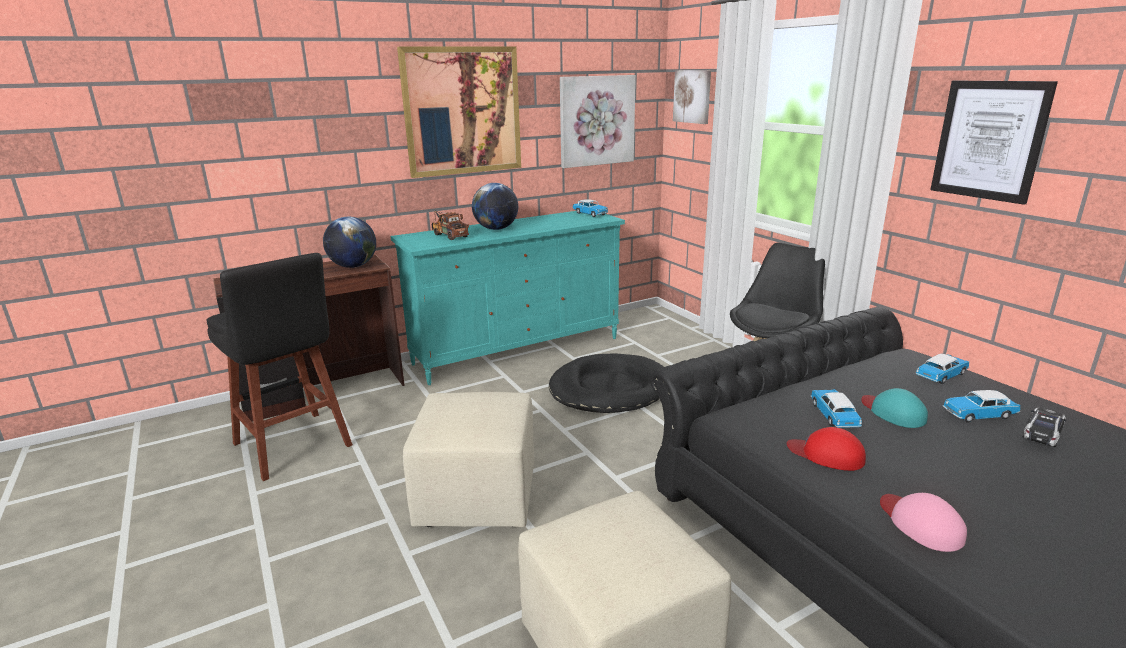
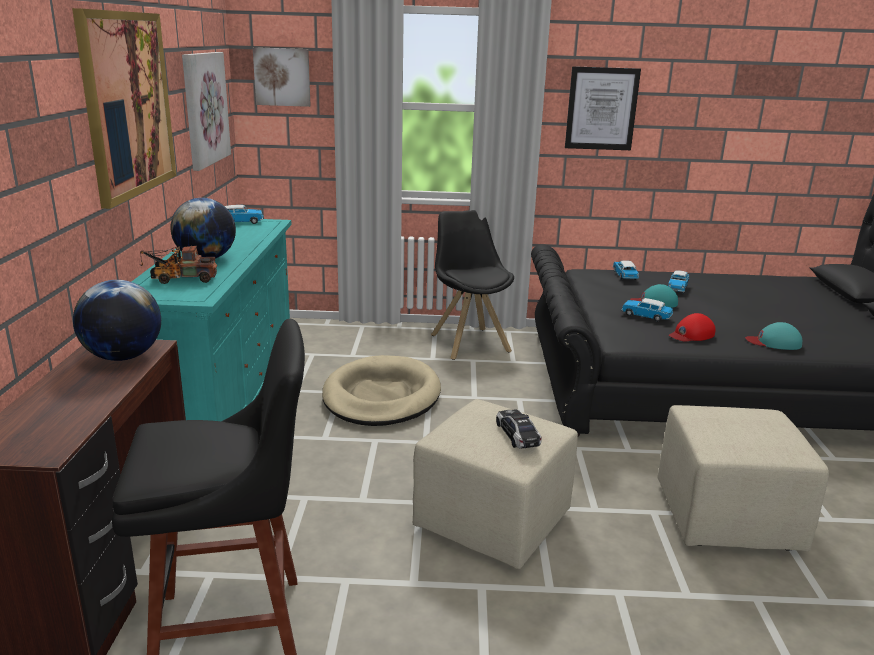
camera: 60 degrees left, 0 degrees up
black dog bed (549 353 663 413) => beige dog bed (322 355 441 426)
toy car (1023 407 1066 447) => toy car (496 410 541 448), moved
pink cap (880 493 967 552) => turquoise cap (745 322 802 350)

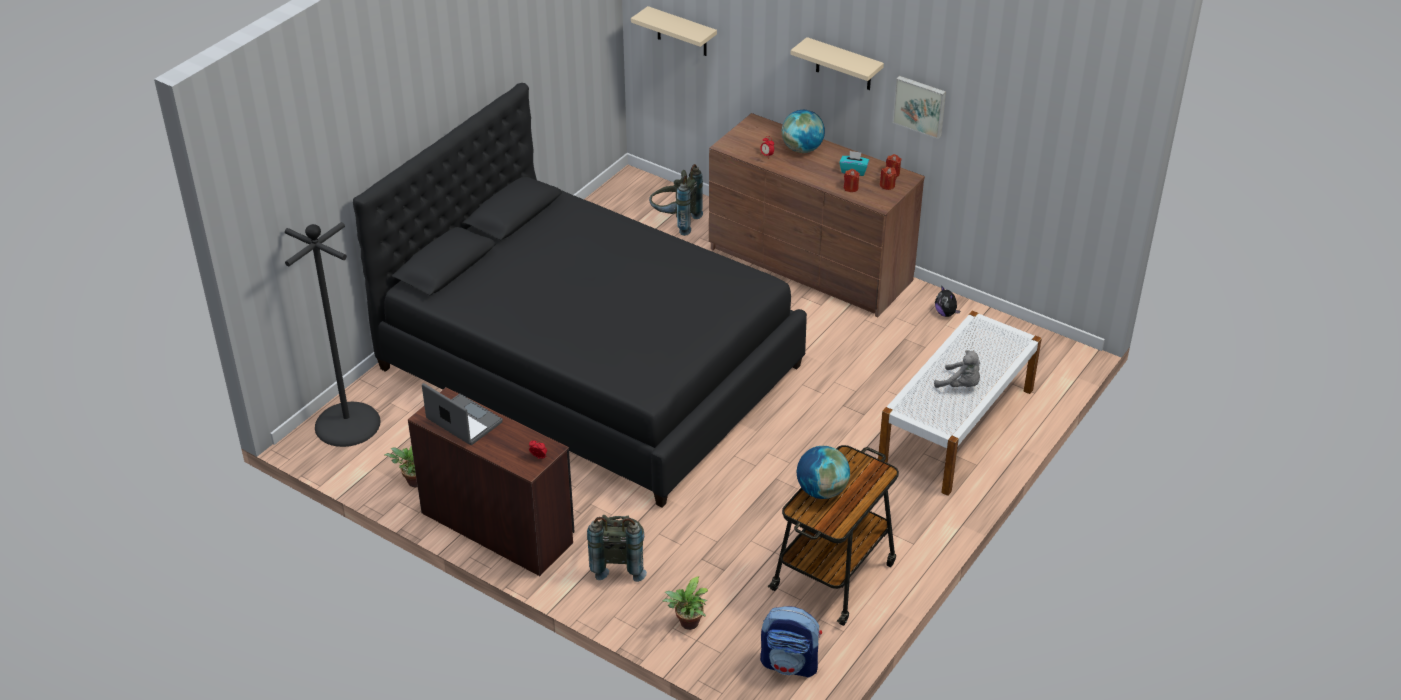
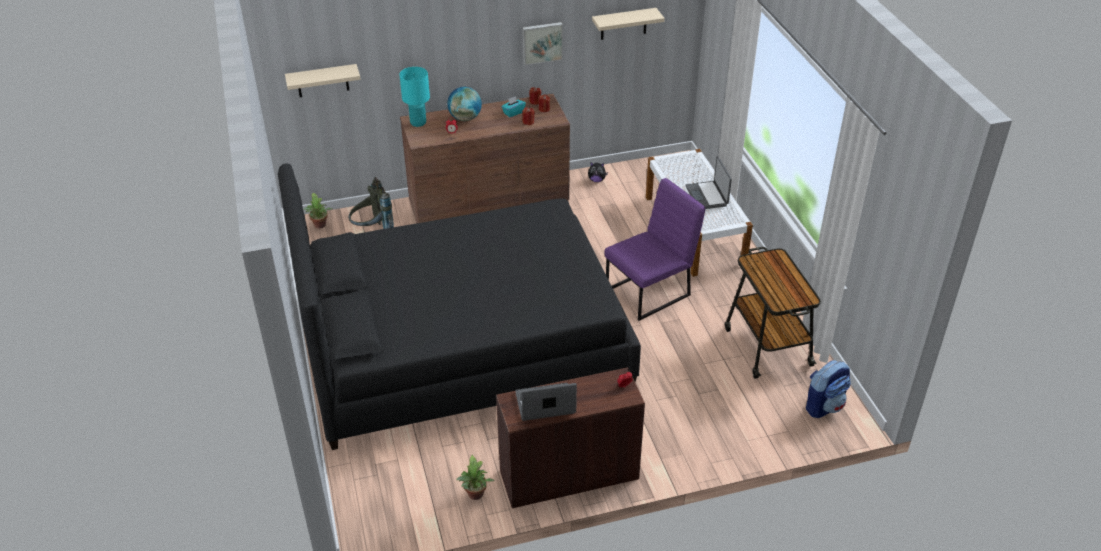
camera: 50 degrees left, 0 degrees up
potted plant (662 576 708 630) => potted plant (303 193 333 229), moved
nothing => turquoise table lamp (399 67 430 127)
beige shelf (791 37 884 90) => beige shelf (592 8 665 40), moved
nothing => purple chair (604 178 706 321)
grey plush toy (934 350 980 388) => laptop (685 156 732 209)
black clothes rack (285 222 381 447) => nothing
grey backpack (587 515 647 582) => nothing
globe (797 446 850 499) => nothing

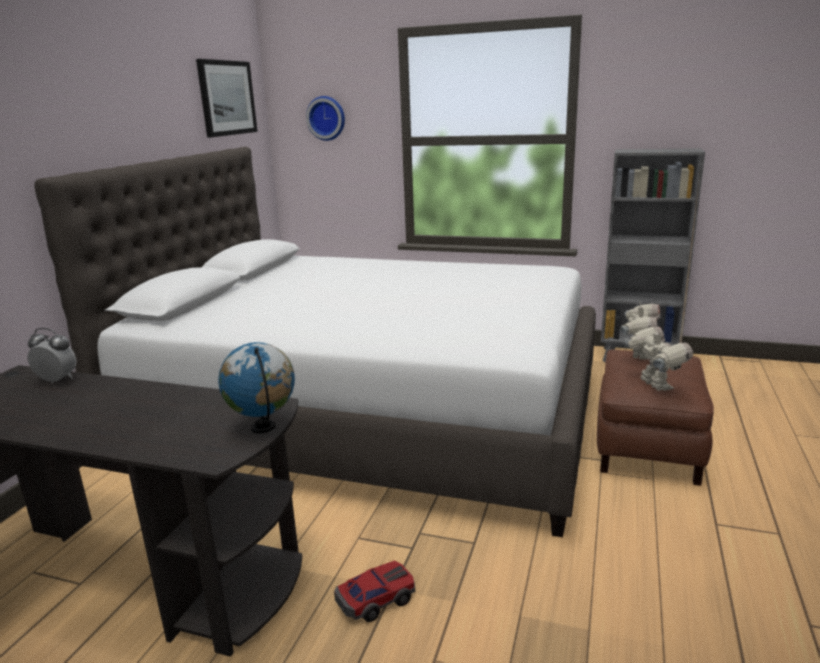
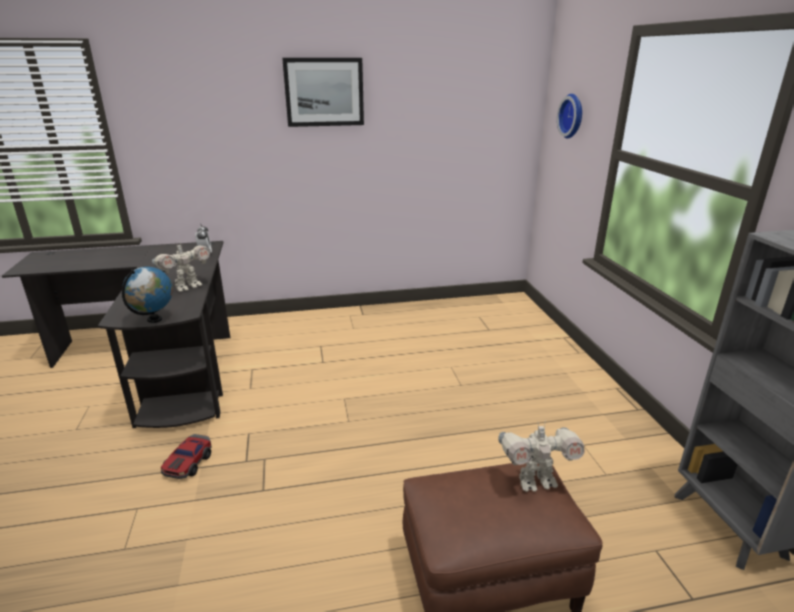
camera: 60 degrees right, 5 degrees up
toy robot (625 327 693 391) => toy robot (152 243 210 291), moved
toy car (334 561 415 622) => toy car (161 434 211 479), 75 degrees clockwise
picture (196 59 258 138) => picture (282 58 364 127), moved
white bed (34 147 596 537) => nothing

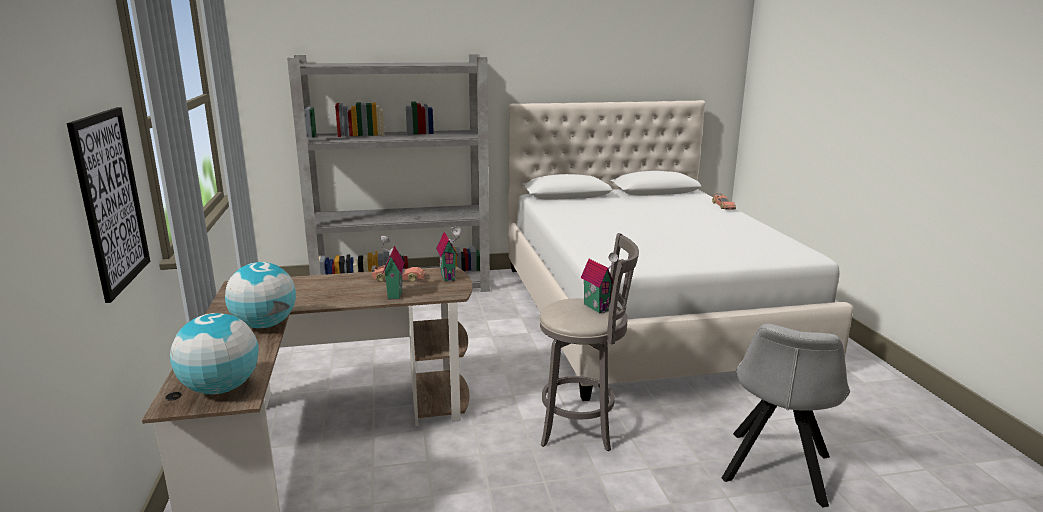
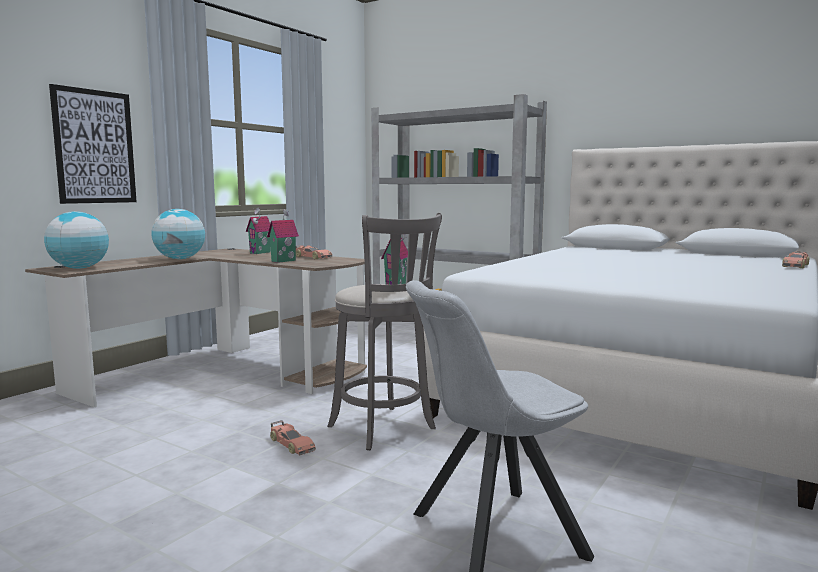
camera: 45 degrees right, 10 degrees down
toy house (436 226 461 282) => toy house (246 207 270 254), moved
nothing => toy car (270 420 316 455)

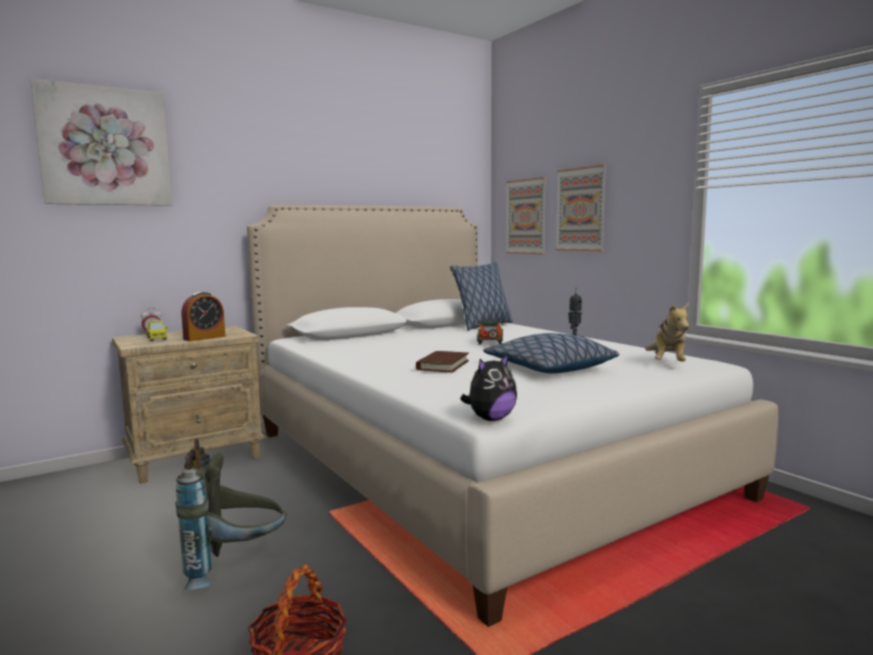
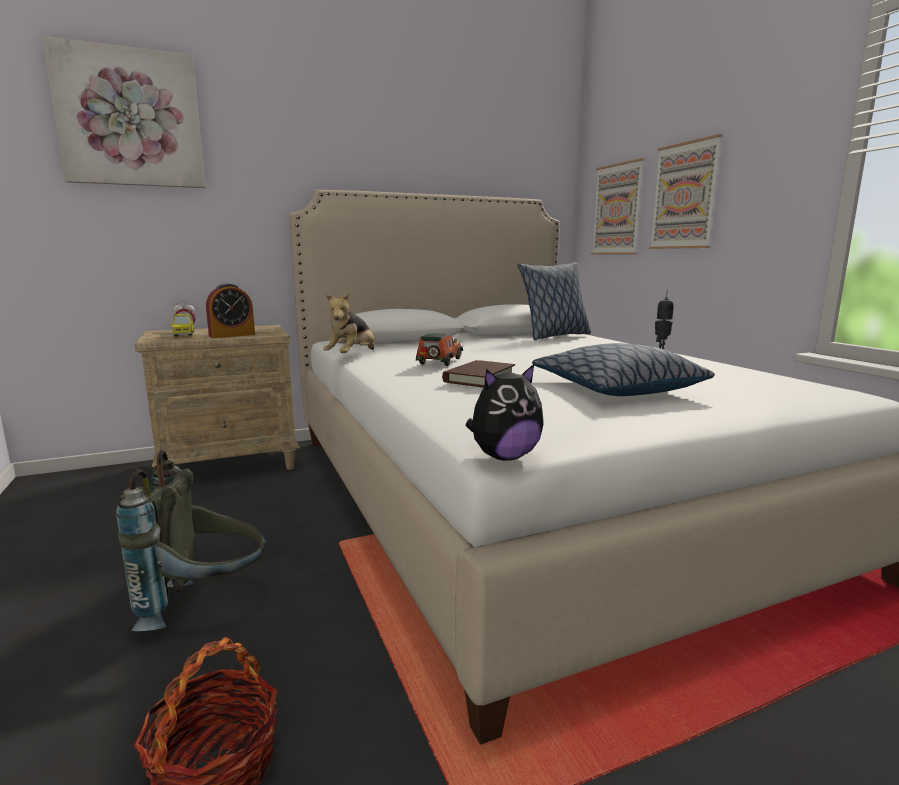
camera: 10 degrees right, 5 degrees up
plush toy (645 302 689 361) => plush toy (323 292 374 353), moved
toy car (477 320 503 344) => toy car (416 333 463 366), moved

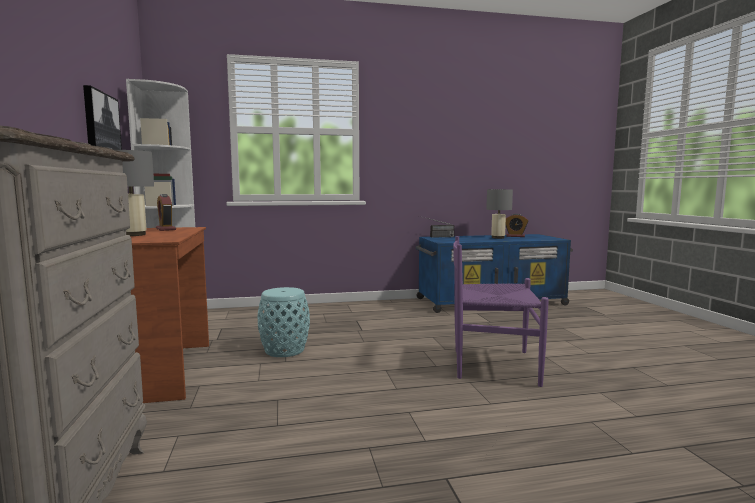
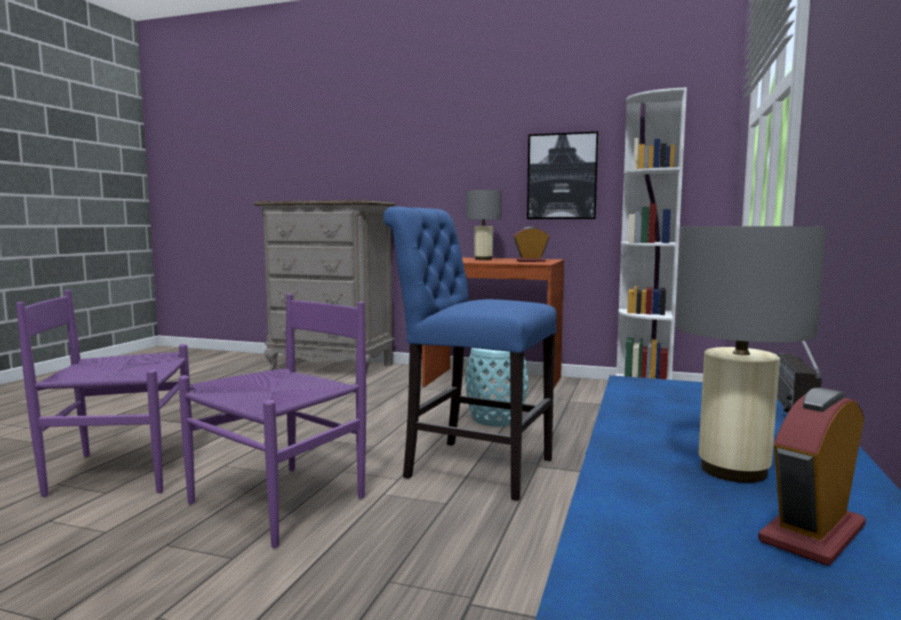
camera: 120 degrees right, 0 degrees up
nothing => purple chair (16 290 190 497)
nothing => blue stool (383 206 557 501)

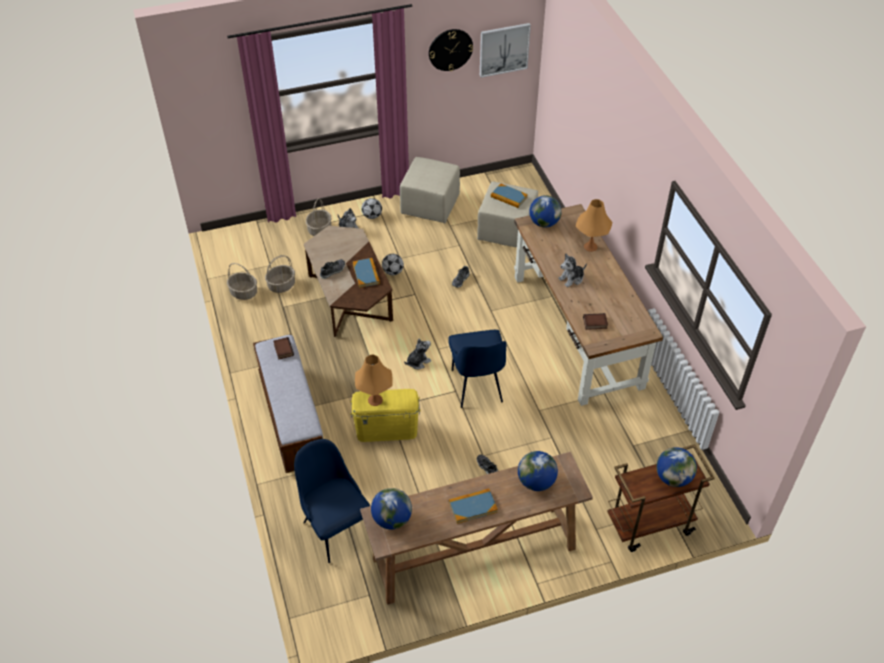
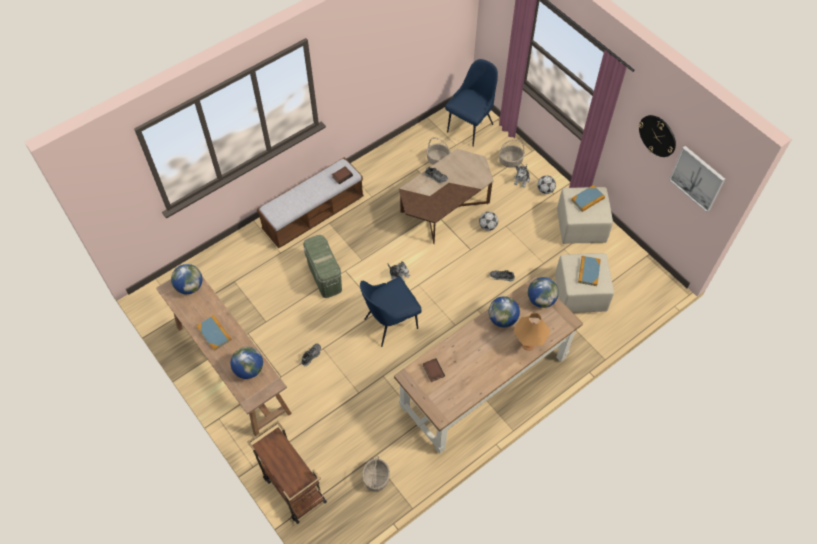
camera: 70 degrees right, 10 degrees up
yellow storage box (350 389 421 442) => green storage box (303 235 342 298)
basket (227 263 257 300) => basket (362 456 390 492), moved
blue chair (294 439 370 564) => blue chair (445 59 498 147), moved
globe (656 447 697 487) => globe (489 296 520 327), moved
book (353 258 380 288) => book (571 185 605 212), moved
orange table lamp (355 354 393 406) => nothing
plush toy (558 253 587 287) => nothing

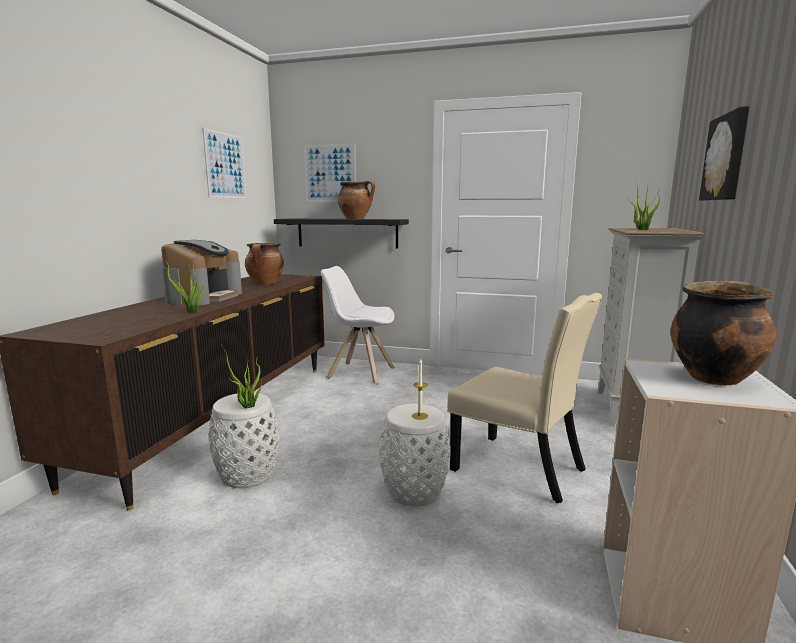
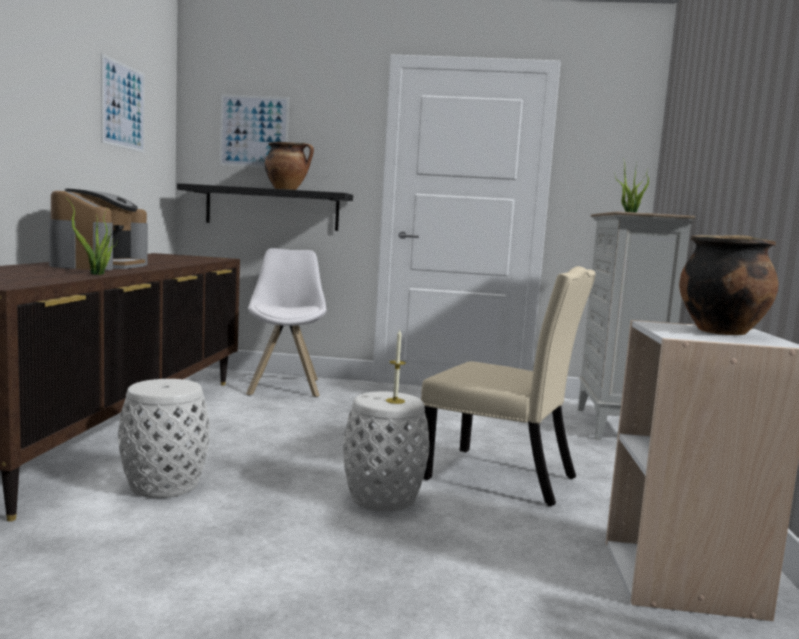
camera: 10 degrees left, 5 degrees down
white chair (321 266 395 384) => white chair (246 248 326 397), 75 degrees clockwise
potted plant (222 346 262 408) => nothing
cooking pot (245 243 284 285) => nothing
picture (699 106 750 201) => nothing

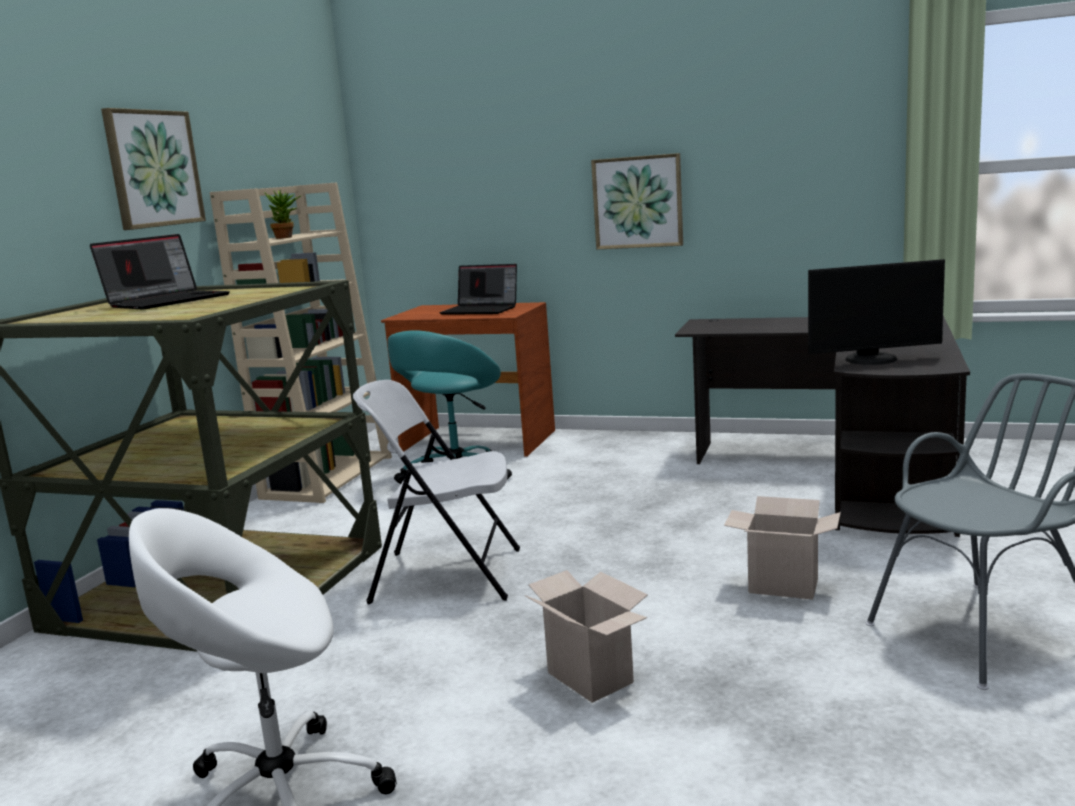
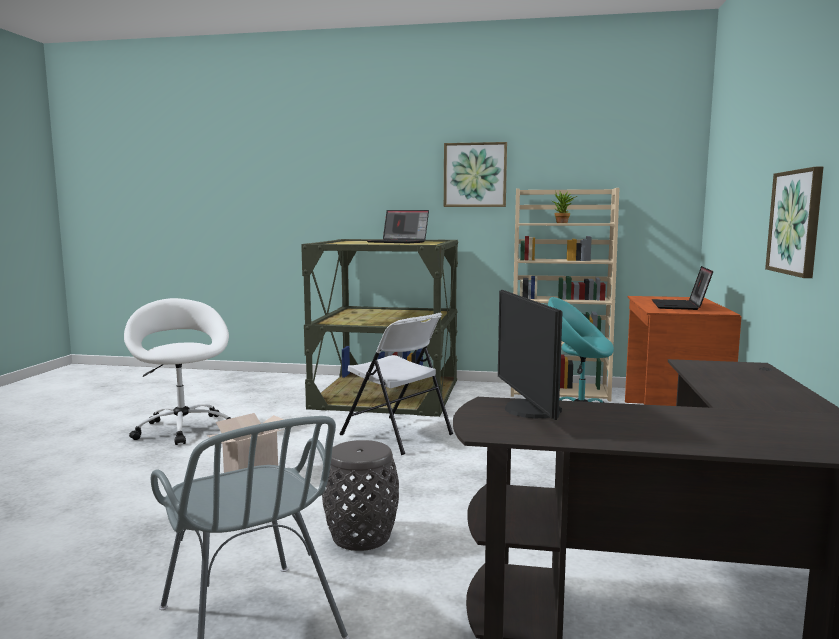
camera: 80 degrees right, 5 degrees down
cardboard box (724 496 841 599) => grey stool (322 440 399 551)
white chair (353 380 520 605) => white chair (340 313 453 455), 135 degrees clockwise

